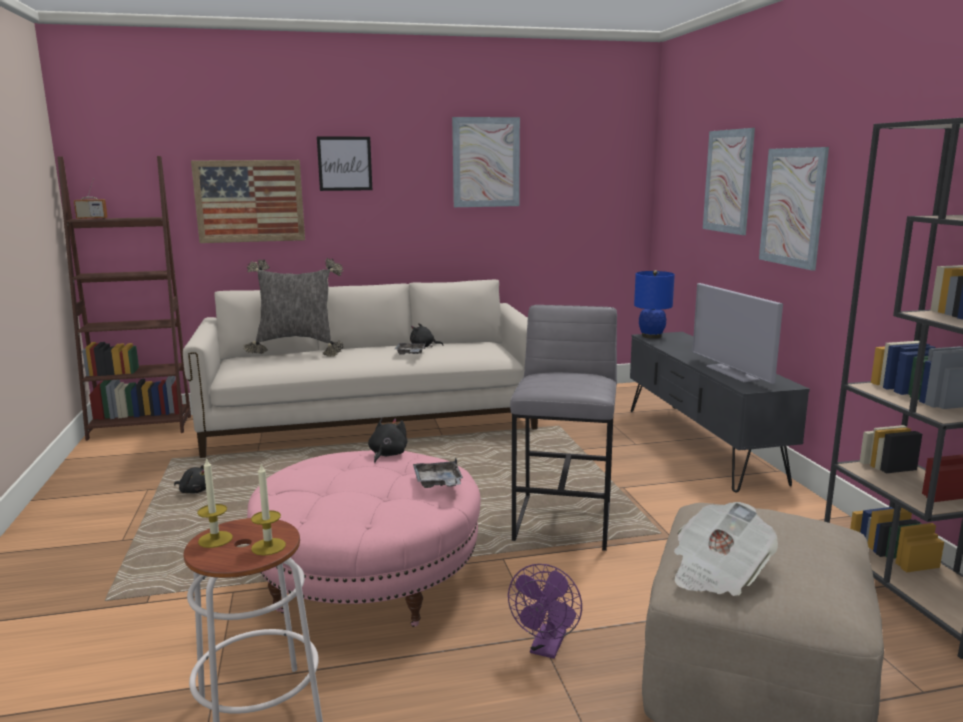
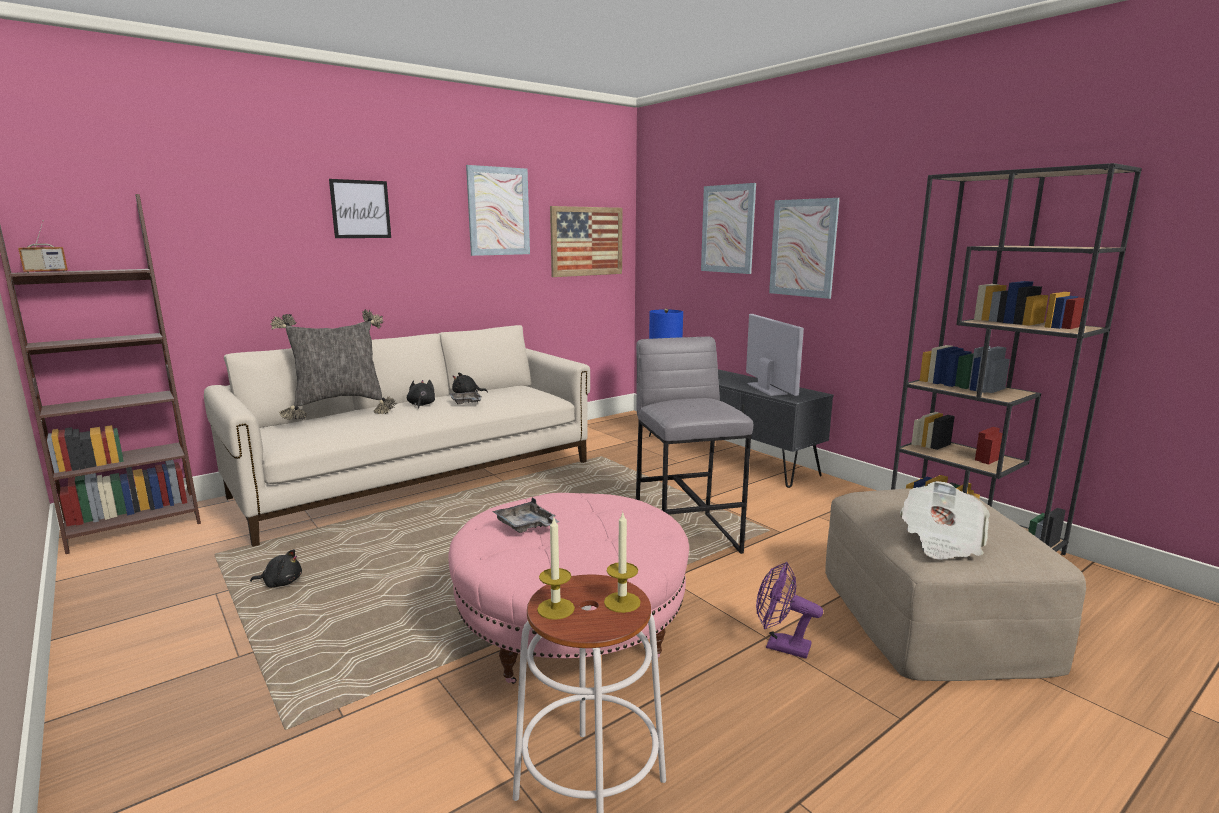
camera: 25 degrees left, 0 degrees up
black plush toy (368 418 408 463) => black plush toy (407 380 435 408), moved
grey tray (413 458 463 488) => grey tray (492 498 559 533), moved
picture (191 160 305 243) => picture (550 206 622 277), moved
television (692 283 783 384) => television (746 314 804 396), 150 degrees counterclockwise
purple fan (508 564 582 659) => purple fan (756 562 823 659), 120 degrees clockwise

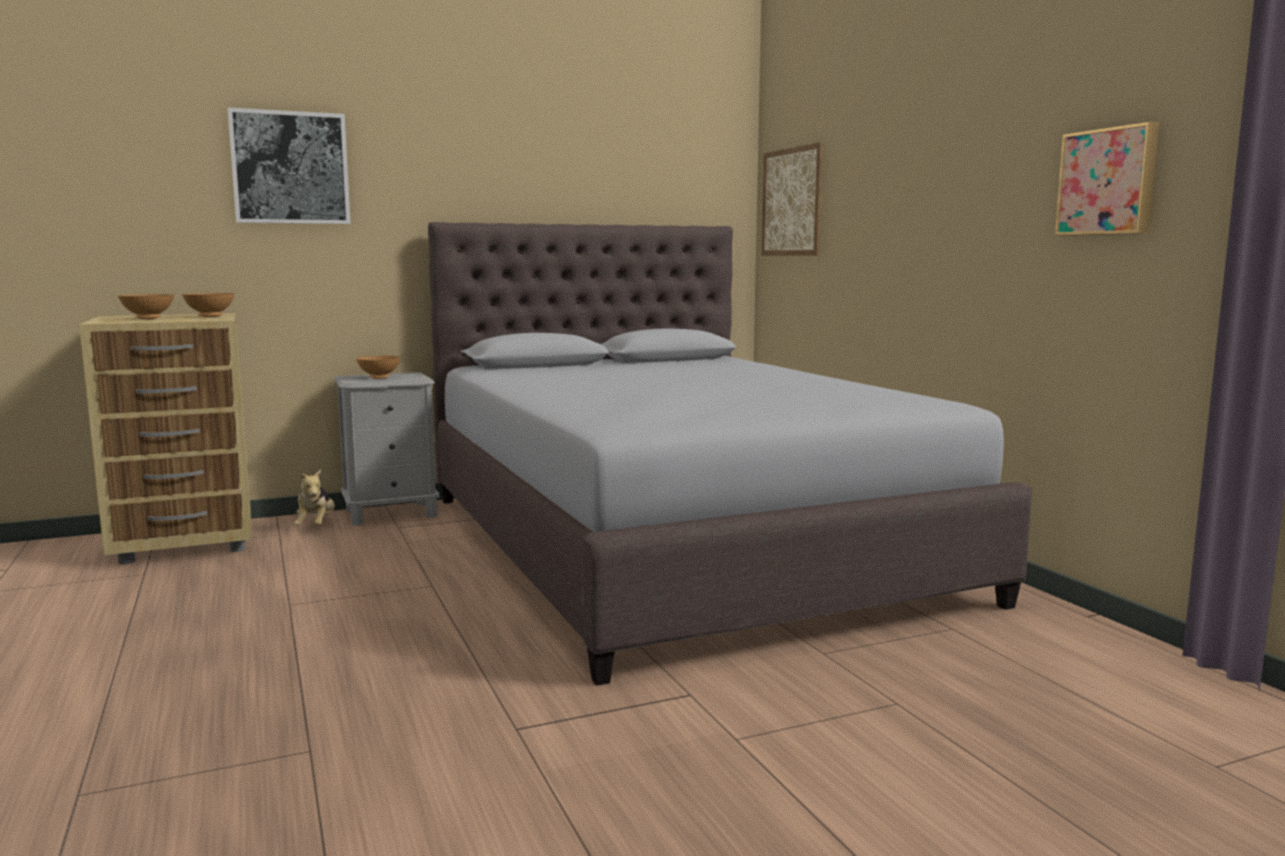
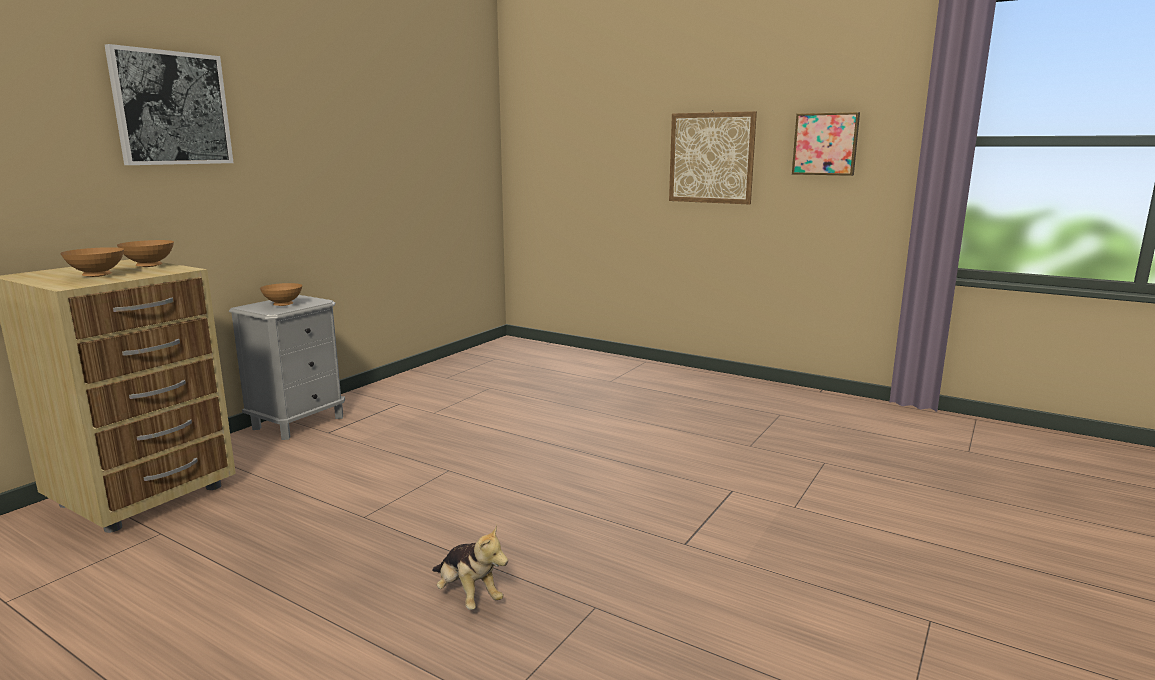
camera: 35 degrees left, 5 degrees up
plush toy (294 469 335 526) => plush toy (432 525 508 610), moved
picture (762 142 823 256) => picture (669 111 757 205), moved
grey bed (428 222 1032 686) => nothing

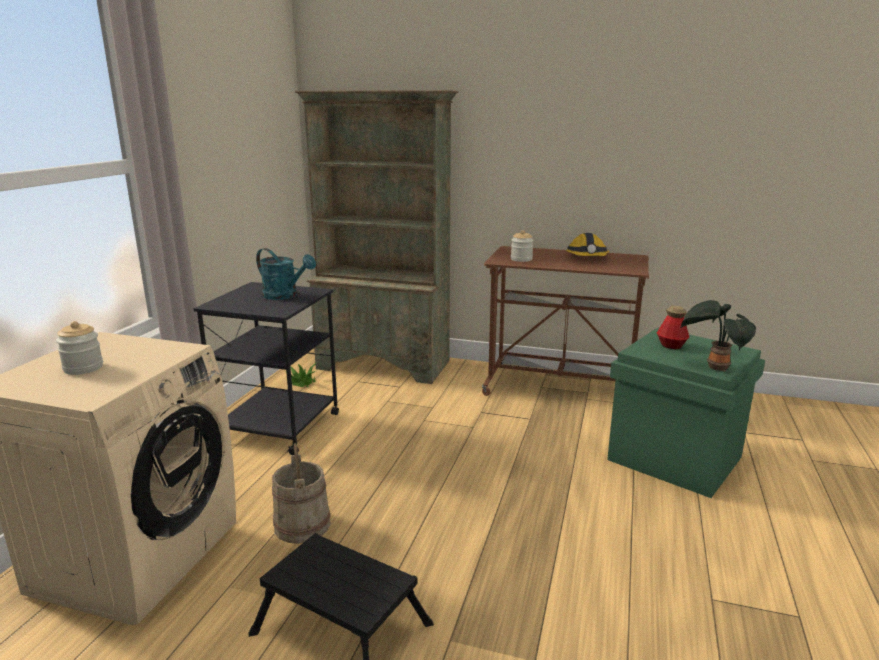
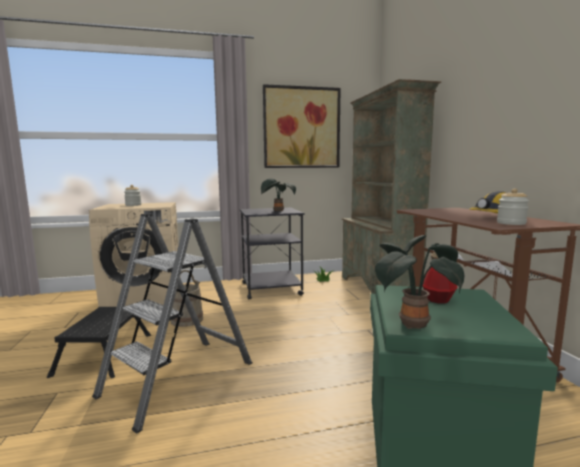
camera: 60 degrees right, 10 degrees down
nothing => grey step ladder (92 213 253 434)
turquoise watering can (256 248 316 300) => potted plant (261 178 296 211)
nothing => picture (263 84 341 168)
jar (511 230 534 262) => jar (497 189 529 225), moved

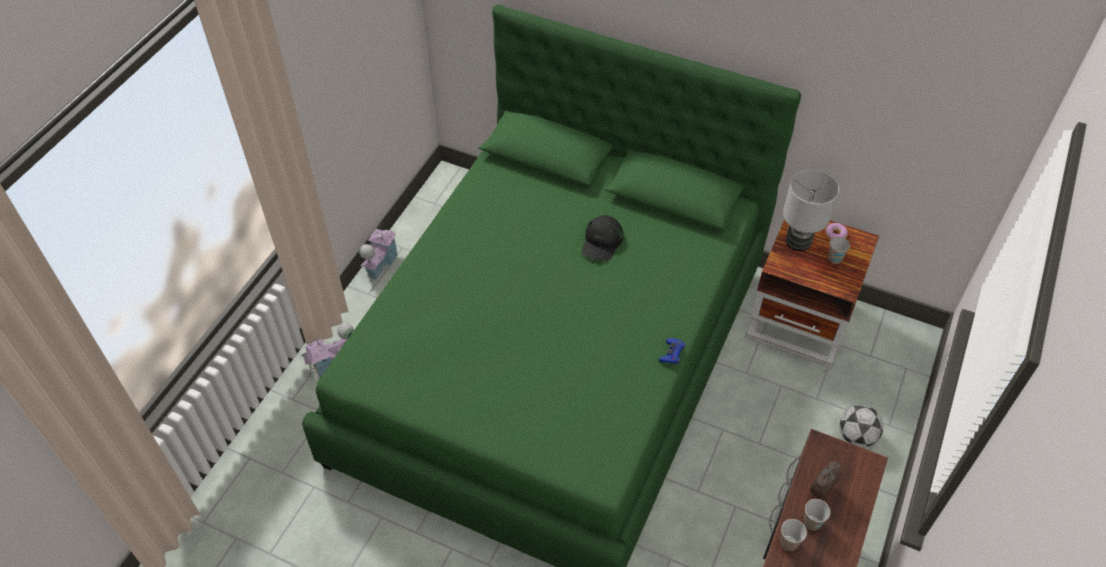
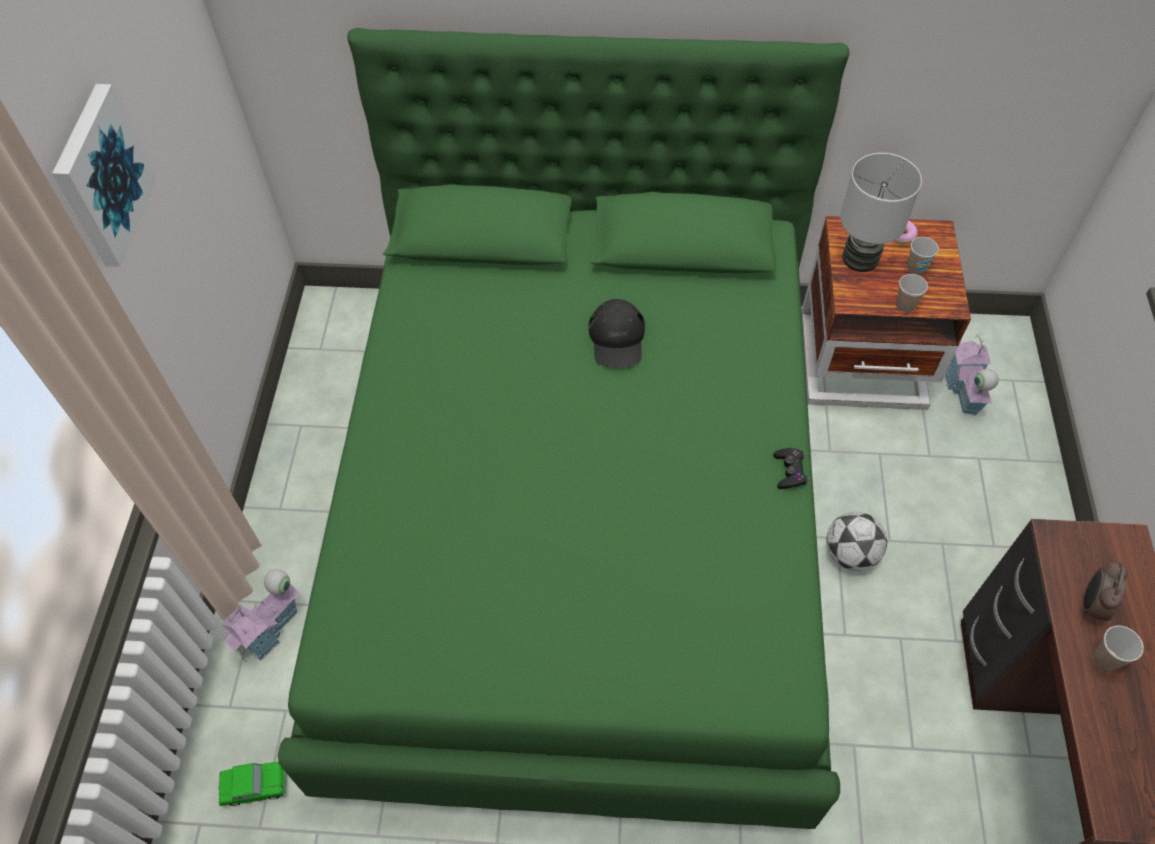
camera: 20 degrees left, 5 degrees up
nothing => picture (52 84 156 267)
nothing => toy car (218 762 286 806)
blue game controller (659 338 686 364) => black game controller (773 448 809 489)
football (839 405 883 447) => football (827 512 887 571), moved
cup (780 519 807 551) => cup (896 274 928 313), moved
toy house (359 222 398 280) => toy house (944 332 999 416), moved

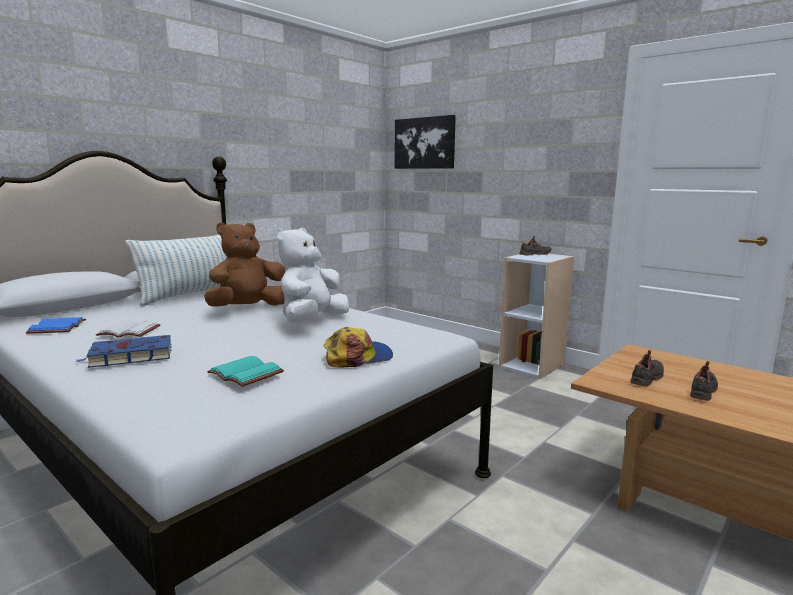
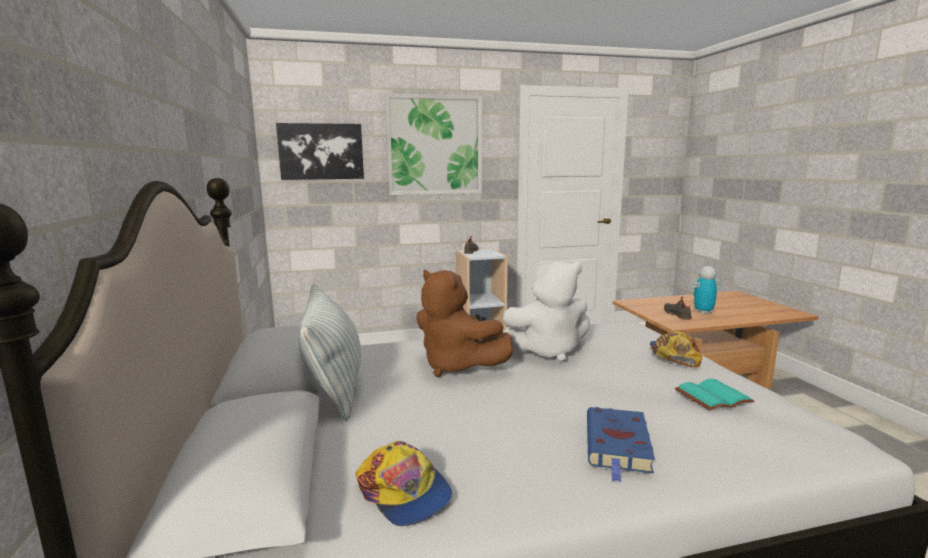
camera: 55 degrees left, 0 degrees up
blue book (26 317 86 334) => cap (355 441 452 526)
nothing => picture (385 94 482 195)
brown plush toy (204 222 285 307) => brown plush toy (416 270 513 377), 45 degrees counterclockwise
white plush toy (276 228 349 323) => white plush toy (502 261 590 362), 75 degrees counterclockwise
black shoe (690 361 718 401) => toy robot (691 266 722 314)
white book (96 320 160 338) => nothing

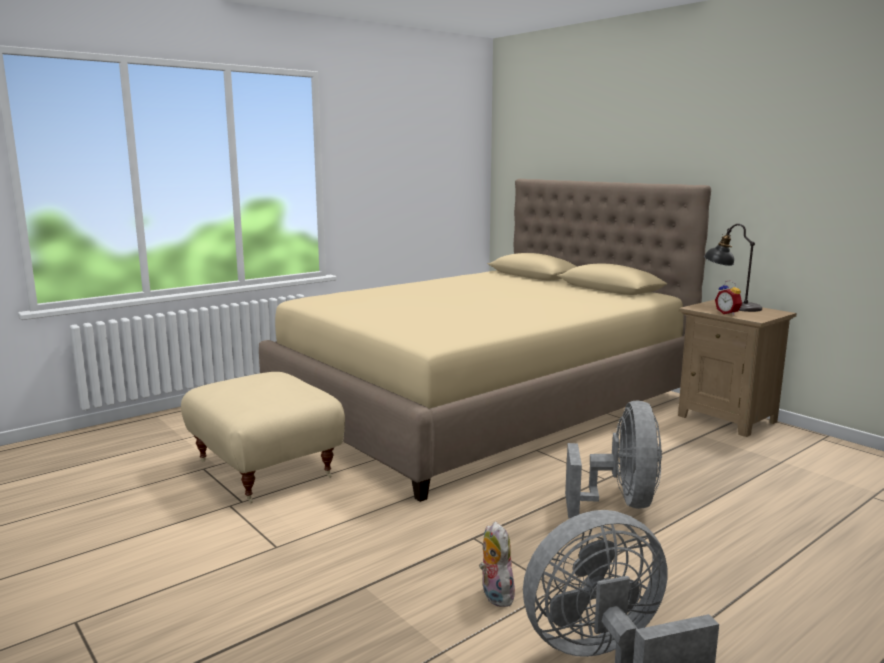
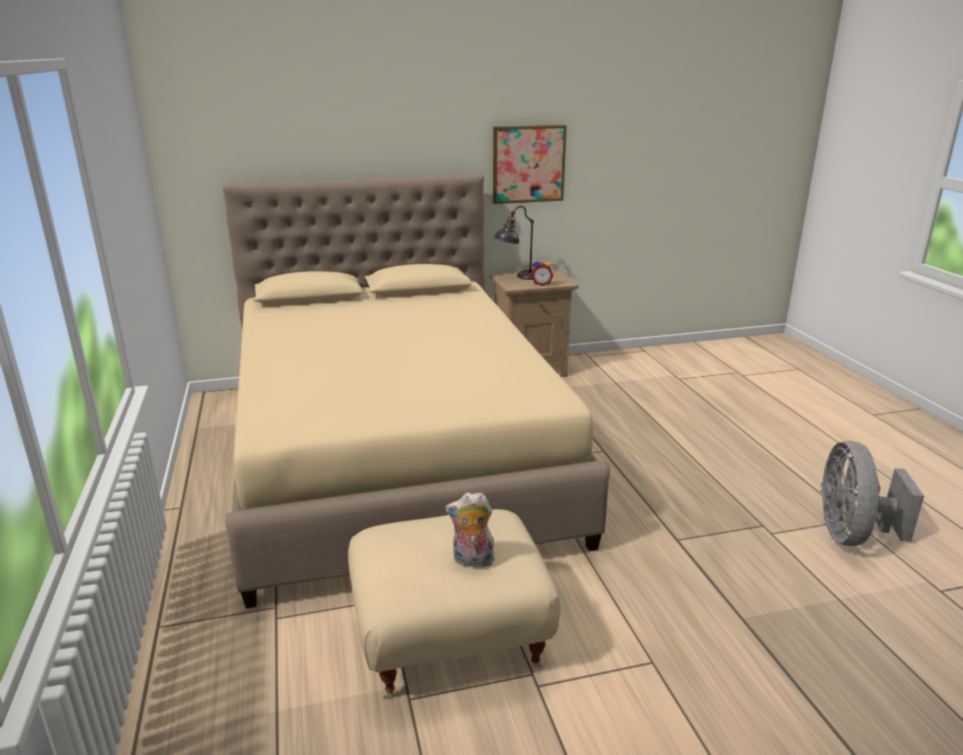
camera: 65 degrees left, 10 degrees up
plush toy (479 522 515 607) => plush toy (445 492 495 568), moved
nothing => picture (493 125 567 204)
grey fan (565 400 662 518) => nothing

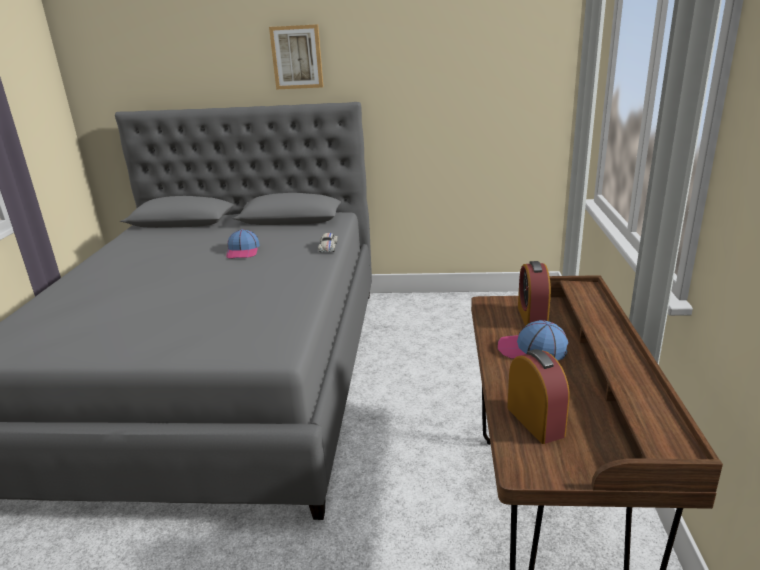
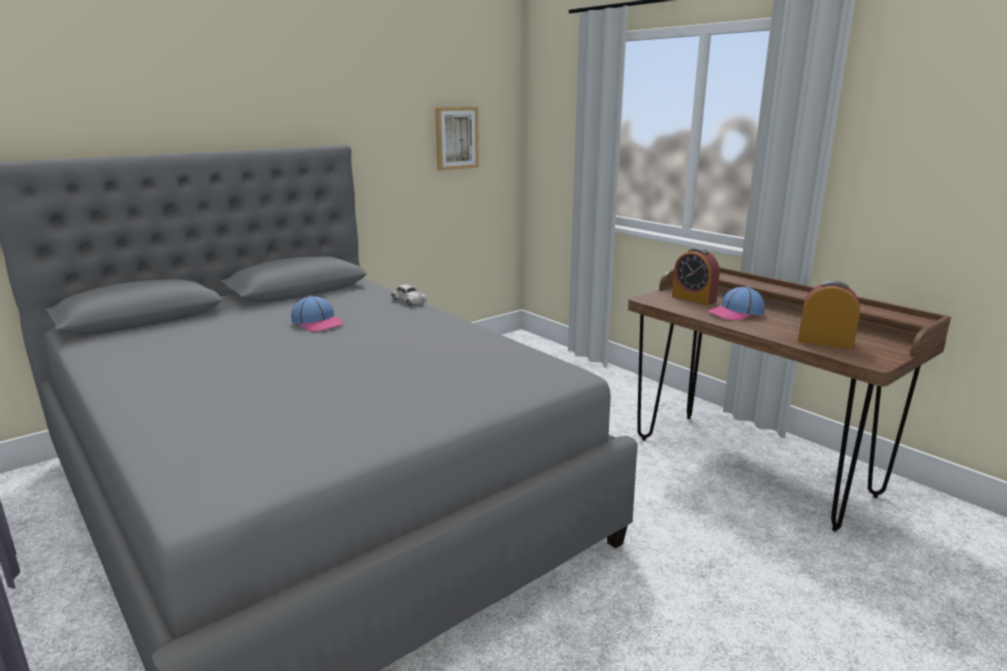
camera: 45 degrees left, 5 degrees down
picture (269 24 324 89) => picture (435 107 479 170), moved

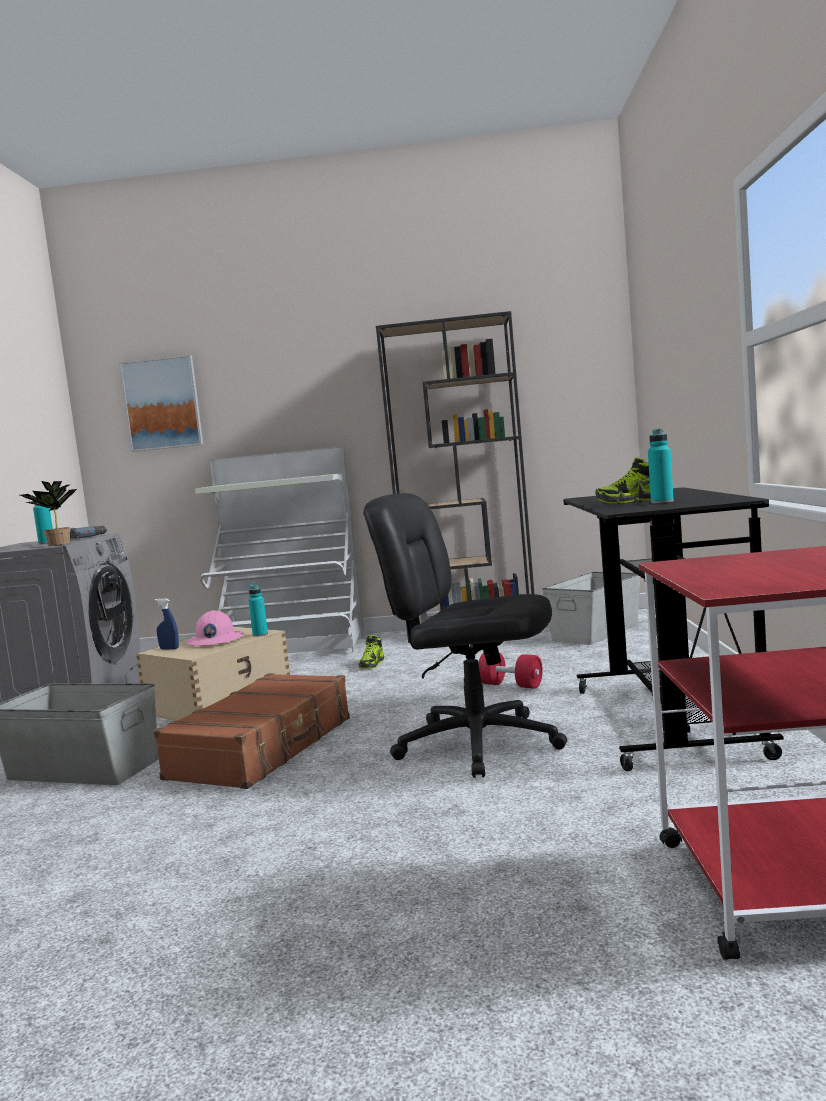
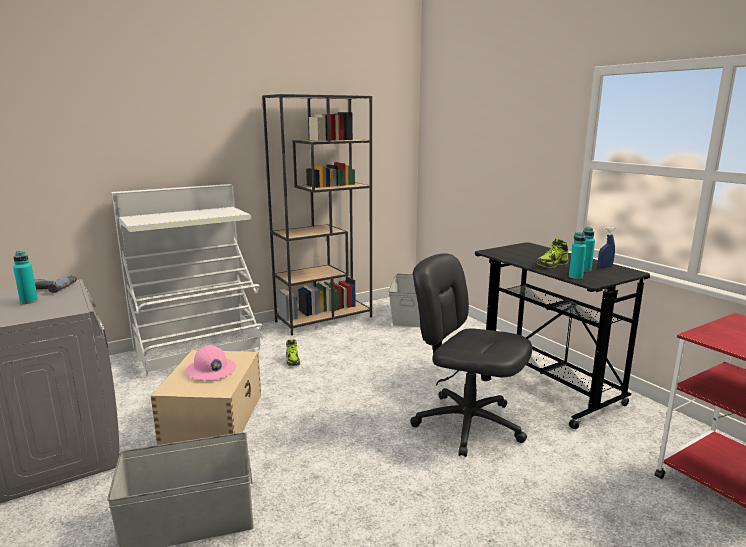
camera: 35 degrees left, 10 degrees up
black office chair (363 493 567 778) => black office chair (410 253 532 457), 45 degrees clockwise
turquoise bottle (248 584 268 637) => turquoise bottle (569 232 587 279), moved
blue spray bottle (155 598 179 650) => blue spray bottle (598 226 615 268), moved
potted plant (20 481 77 546) => nothing
picture (119 355 203 452) => nothing
brown suitcase (154 673 350 789) => nothing
red dumbbell (478 653 543 689) => nothing

